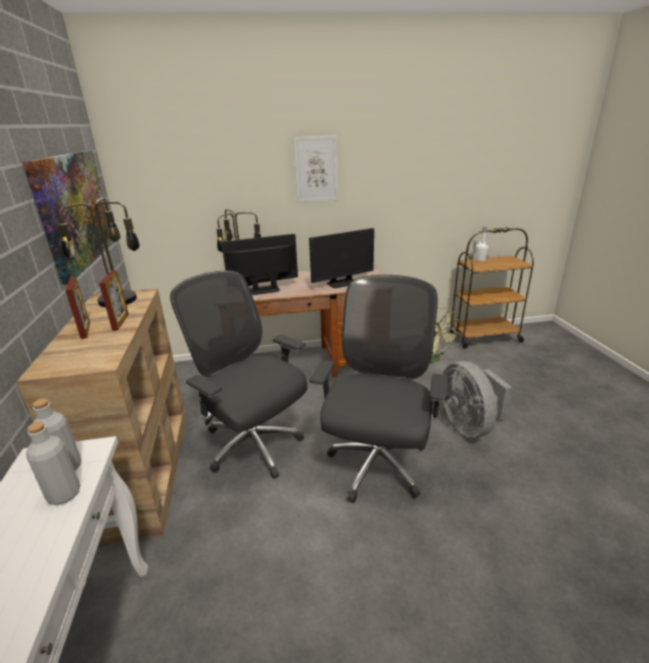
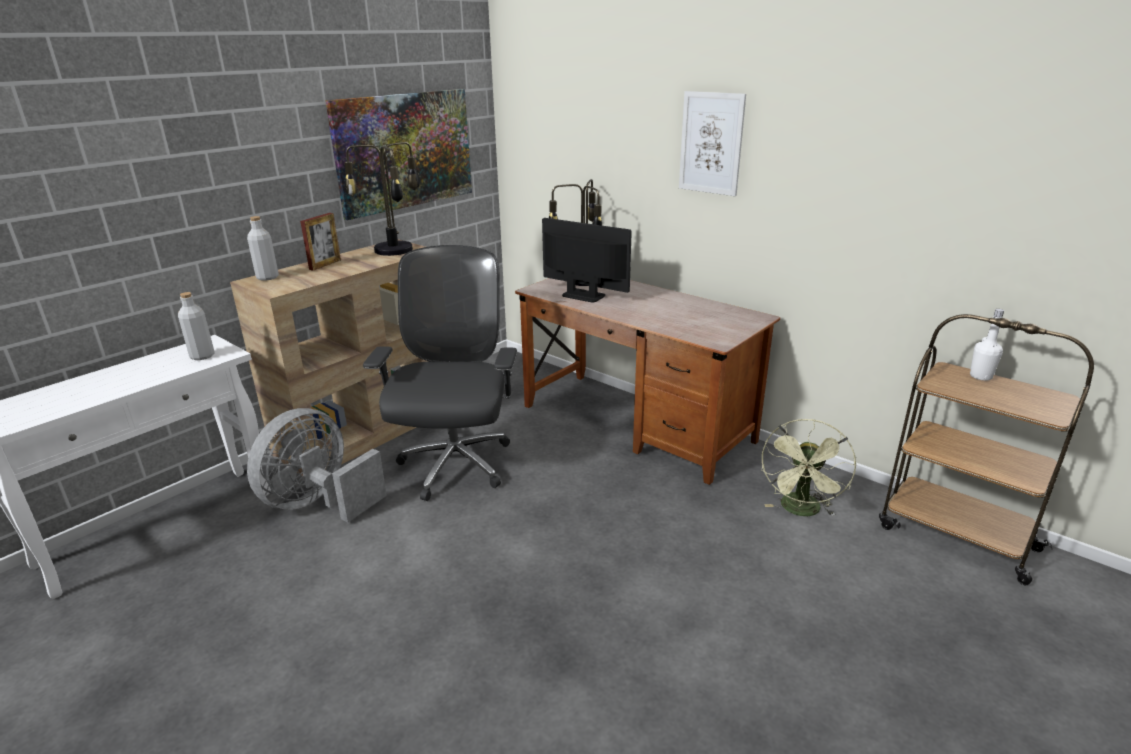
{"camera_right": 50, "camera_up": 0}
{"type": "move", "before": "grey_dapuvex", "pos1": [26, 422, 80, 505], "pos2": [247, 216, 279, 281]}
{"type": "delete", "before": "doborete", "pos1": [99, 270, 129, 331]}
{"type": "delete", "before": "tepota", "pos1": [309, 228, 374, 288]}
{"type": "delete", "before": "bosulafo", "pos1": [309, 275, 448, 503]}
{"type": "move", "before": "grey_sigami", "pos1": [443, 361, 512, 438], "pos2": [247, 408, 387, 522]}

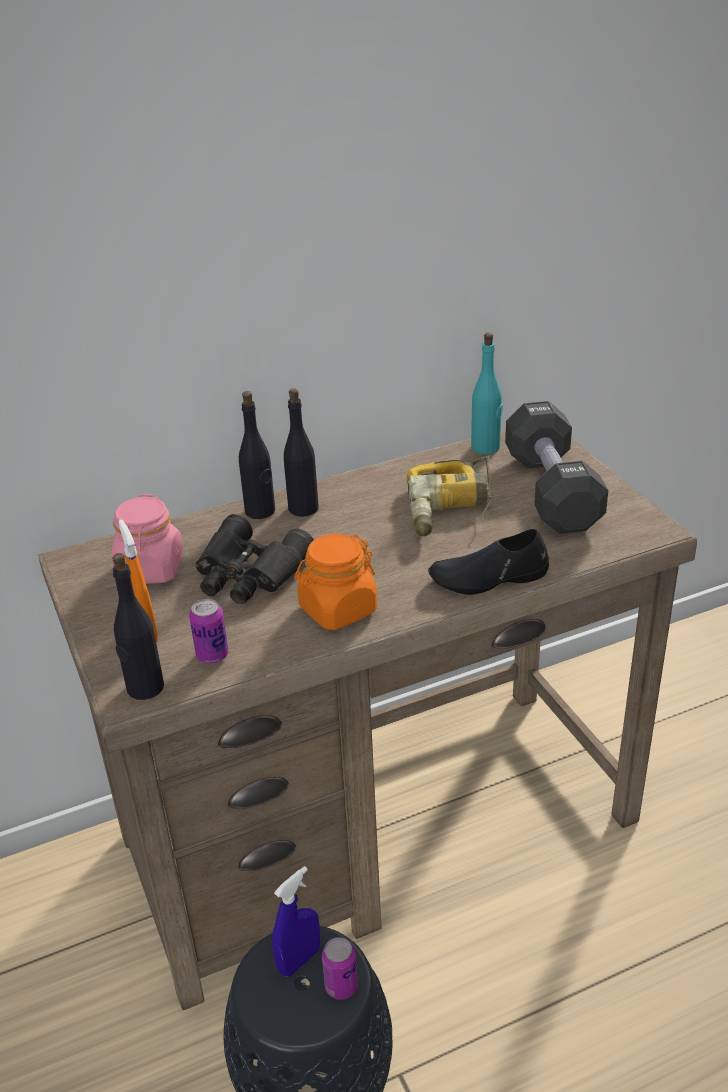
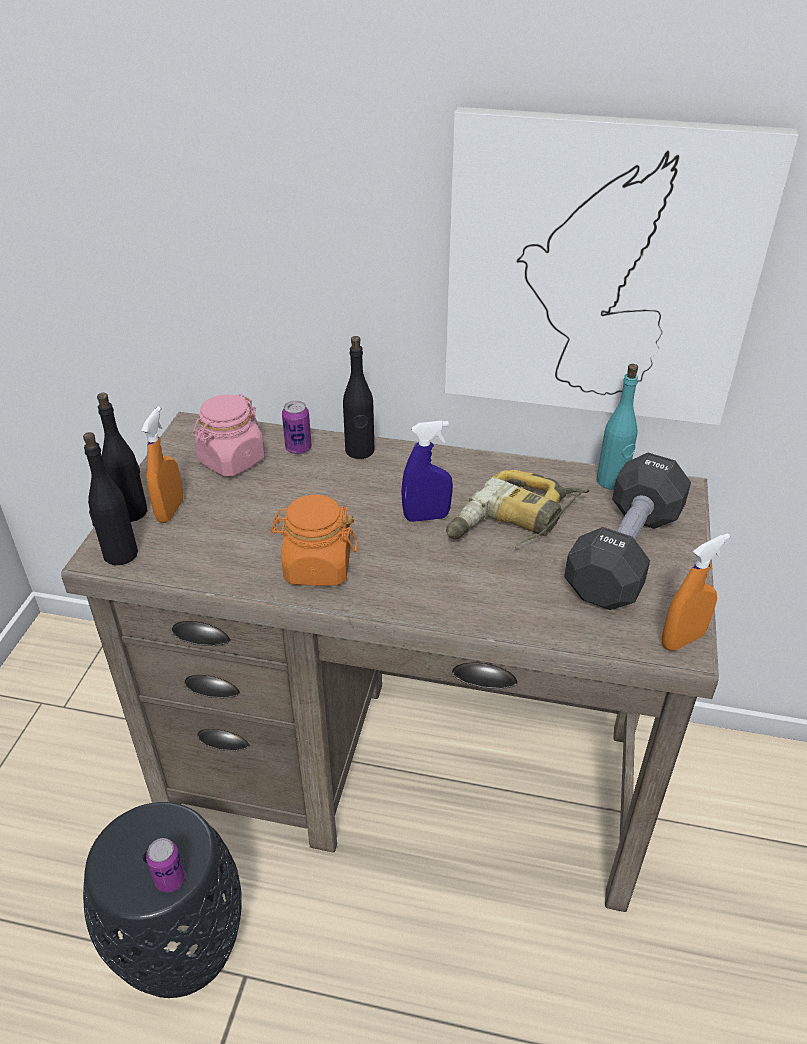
{"camera_right": 35, "camera_up": 5}
{"type": "move", "before": "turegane", "pos1": [189, 599, 229, 664], "pos2": [282, 401, 312, 454]}
{"type": "delete", "before": "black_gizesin", "pos1": [196, 514, 314, 604]}
{"type": "move", "before": "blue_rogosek", "pos1": [272, 866, 320, 976], "pos2": [401, 421, 453, 522]}
{"type": "move", "before": "black_dapuvex", "pos1": [284, 388, 319, 517], "pos2": [97, 393, 147, 522]}
{"type": "delete", "before": "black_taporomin", "pos1": [428, 529, 549, 595]}
{"type": "insert", "after": "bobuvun", "pos2": [445, 107, 798, 425]}
{"type": "insert", "after": "orange_rogosek", "pos2": [662, 533, 730, 651]}

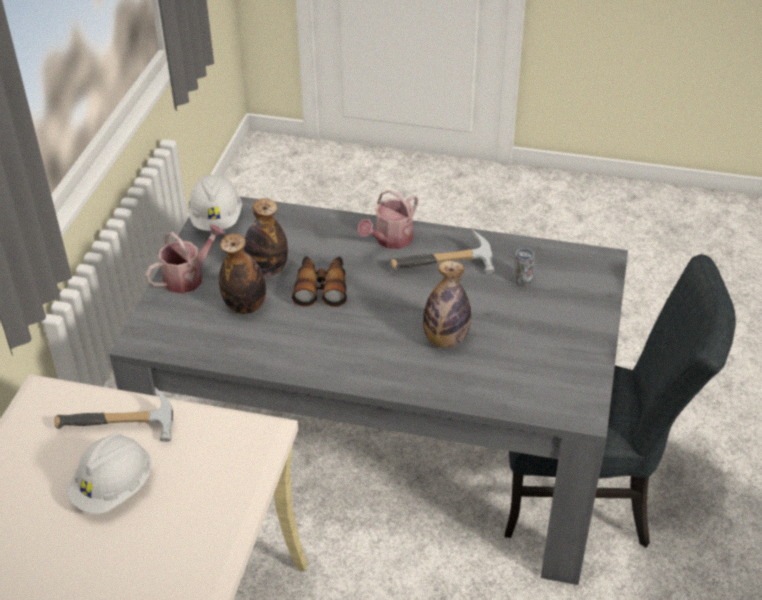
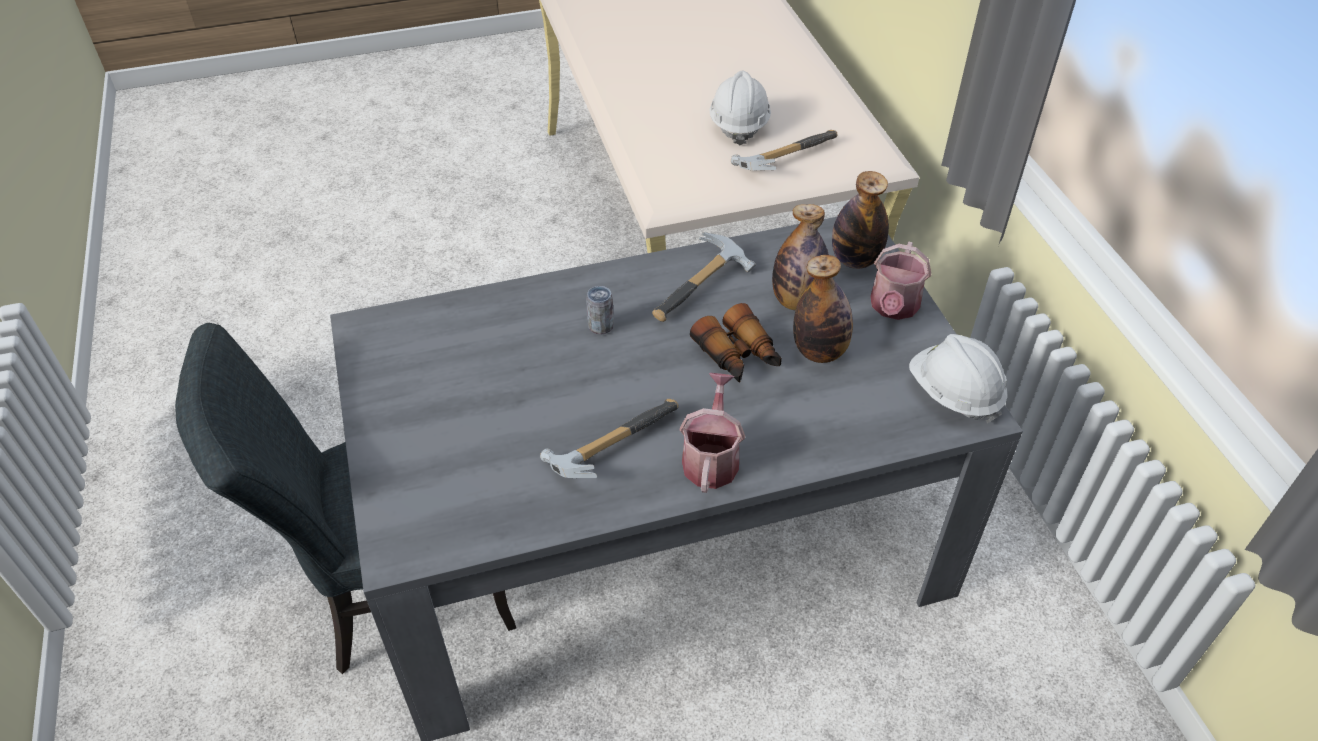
{"camera_right": 150, "camera_up": 5}
{"type": "move", "before": "dapuvex", "pos1": [423, 261, 471, 348], "pos2": [832, 171, 889, 269]}
{"type": "move", "before": "turegane", "pos1": [512, 248, 535, 286], "pos2": [586, 286, 614, 334]}
{"type": "insert", "after": "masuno", "pos2": [652, 232, 756, 322]}

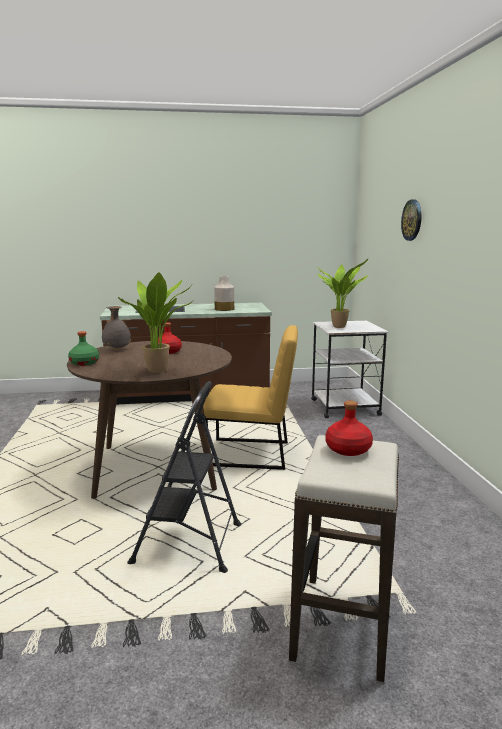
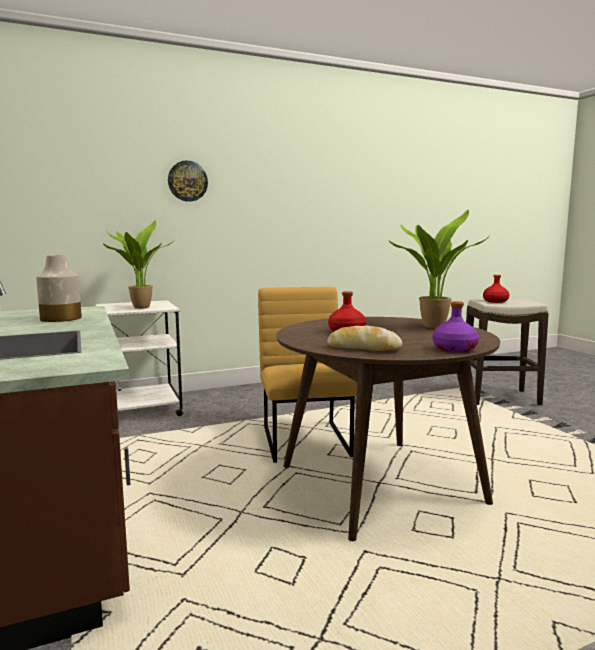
{"camera_right": -105, "camera_up": -5}
{"type": "recolor", "before": "green_dapuvex", "after": "purple_dapuvex", "pos1": [68, 331, 99, 366], "pos2": [433, 301, 479, 352]}
{"type": "replace", "before": "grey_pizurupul", "after": "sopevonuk", "pos1": [102, 306, 131, 351], "pos2": [328, 325, 402, 351]}
{"type": "delete", "before": "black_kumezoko", "pos1": [127, 381, 241, 573]}

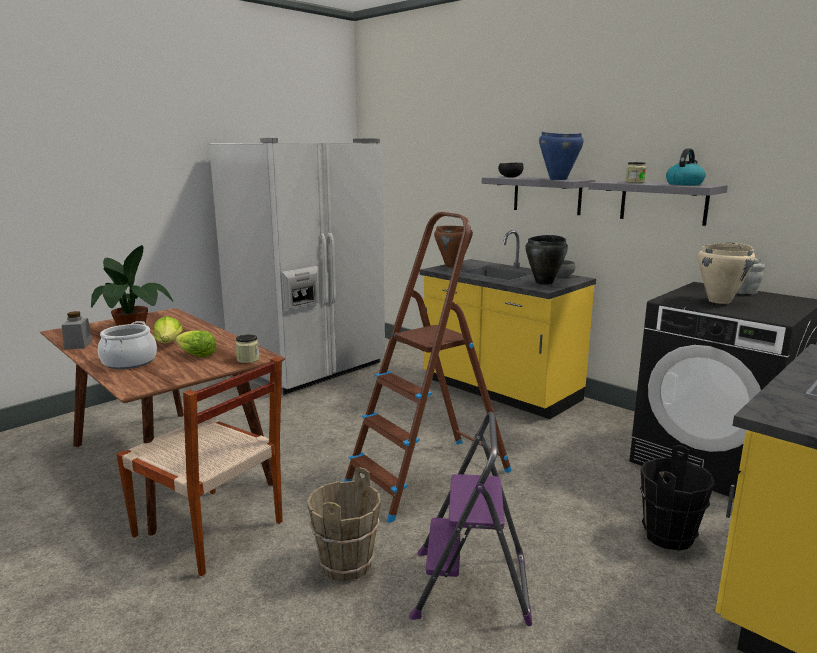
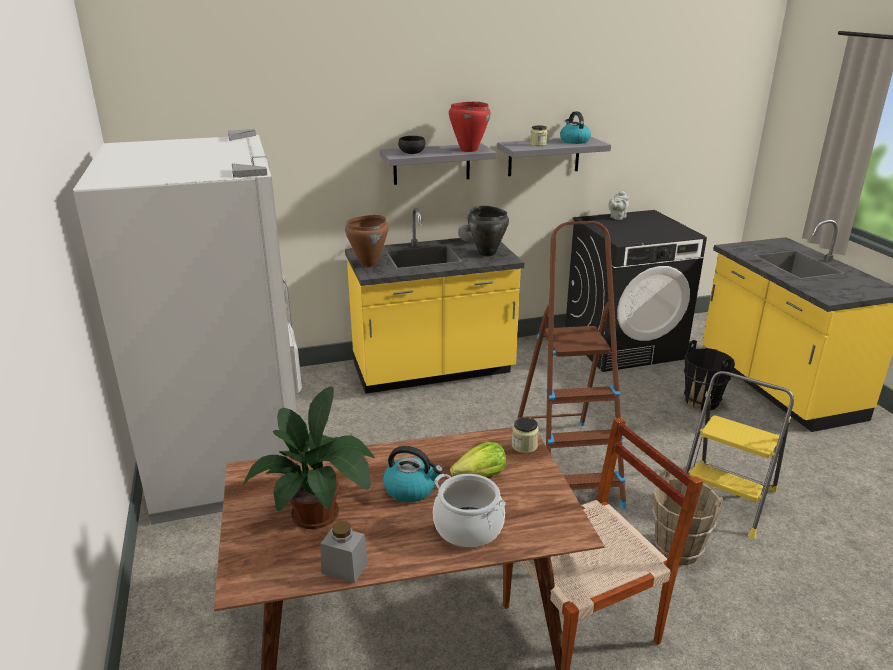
{"camera_right": -60, "camera_up": 10}
{"type": "replace", "before": "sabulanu", "after": "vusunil", "pos1": [154, 316, 183, 343], "pos2": [383, 446, 443, 502]}
{"type": "recolor", "before": "purple_kumezoko", "after": "yellow_kumezoko", "pos1": [409, 412, 532, 626], "pos2": [685, 371, 794, 539]}
{"type": "recolor", "before": "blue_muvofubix", "after": "red_muvofubix", "pos1": [539, 132, 584, 180], "pos2": [449, 102, 491, 152]}
{"type": "delete", "before": "beige_muvofubix", "pos1": [698, 243, 755, 304]}

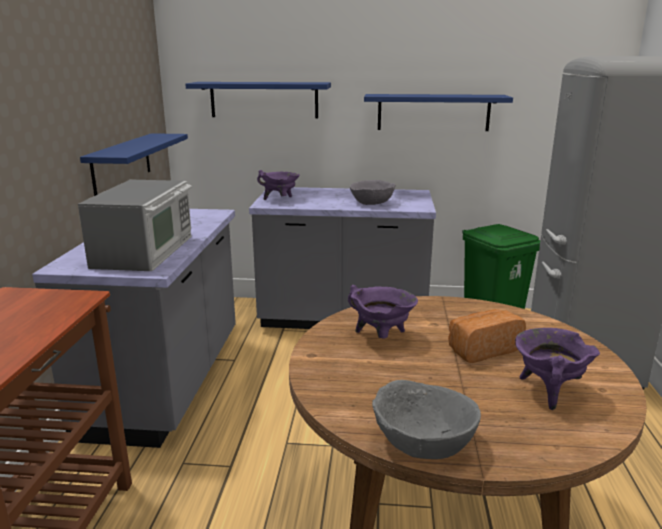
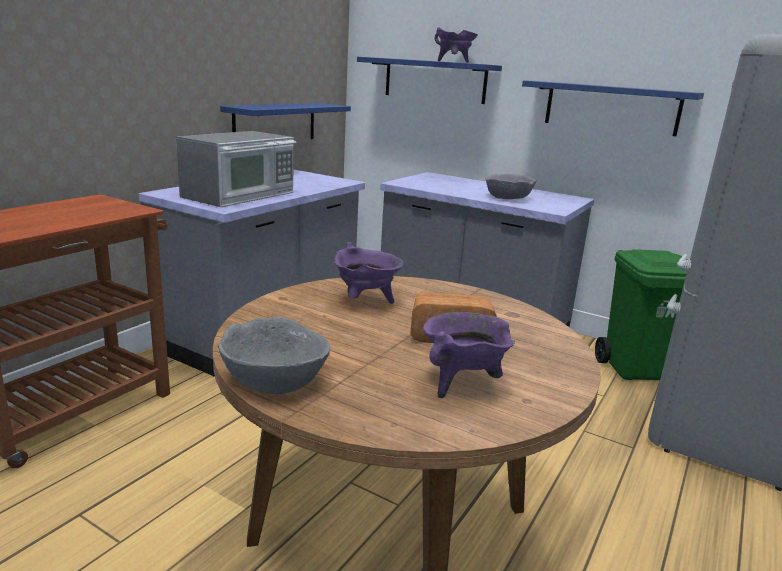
{"camera_right": 25, "camera_up": 0}
{"type": "move", "before": "purple_muvofubix", "pos1": [257, 170, 300, 200], "pos2": [435, 27, 478, 63]}

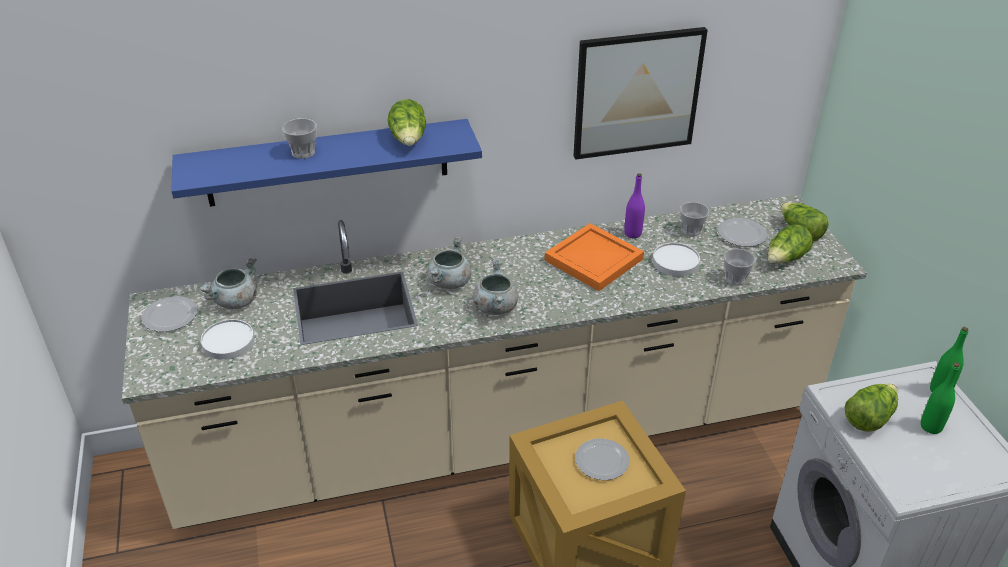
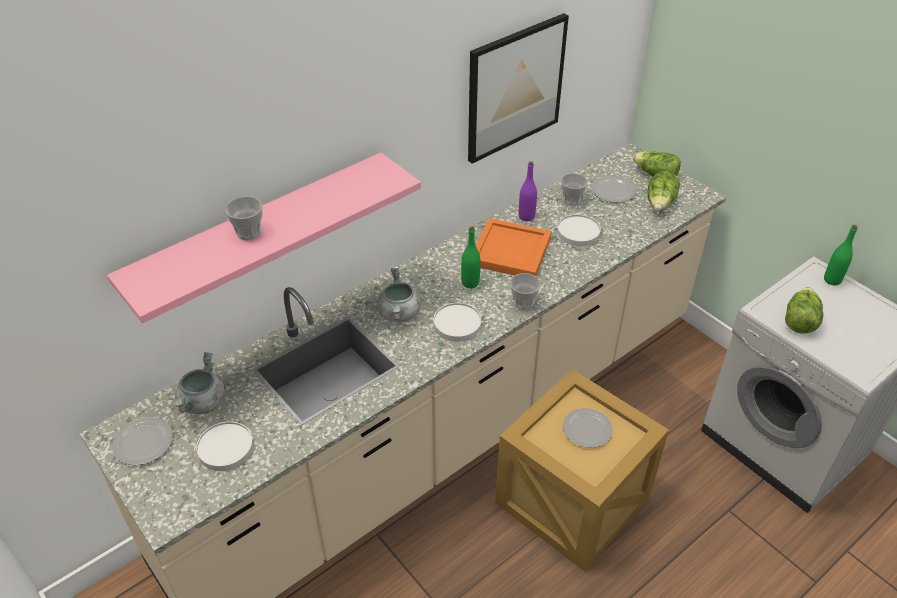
{"camera_right": -25, "camera_up": 5}
{"type": "recolor", "before": "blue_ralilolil", "after": "pink_ralilolil", "pos1": [171, 119, 482, 207], "pos2": [107, 153, 421, 323]}
{"type": "delete", "before": "sabulanu", "pos1": [388, 99, 426, 146]}
{"type": "replace", "before": "grey_muvofubix", "after": "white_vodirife", "pos1": [473, 259, 518, 315], "pos2": [434, 303, 481, 342]}
{"type": "move", "before": "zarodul", "pos1": [724, 249, 755, 286], "pos2": [510, 273, 541, 310]}
{"type": "move", "before": "green_dapuvex", "pos1": [921, 362, 960, 434], "pos2": [461, 226, 480, 288]}

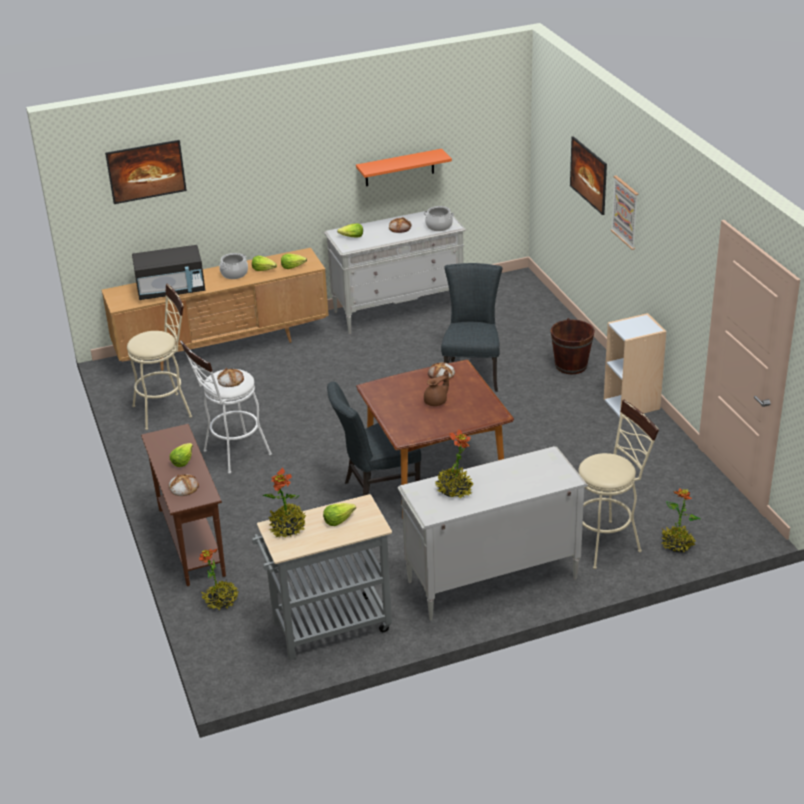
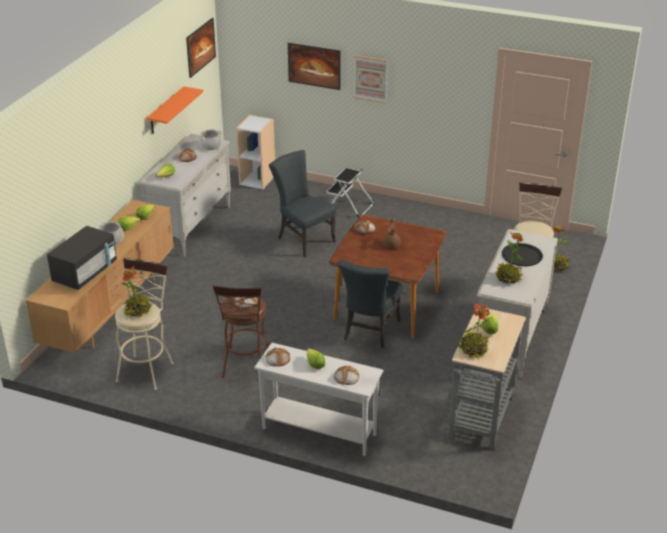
{"camera_right": -50, "camera_up": 0}
{"type": "move", "before": "bobuvun", "pos1": [105, 140, 187, 204], "pos2": [186, 18, 216, 78]}
{"type": "recolor", "before": "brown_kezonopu", "after": "white_kezonopu", "pos1": [141, 424, 226, 587], "pos2": [254, 343, 383, 456]}
{"type": "recolor", "before": "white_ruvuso", "after": "brown_ruvuso", "pos1": [180, 341, 272, 474], "pos2": [213, 285, 269, 378]}
{"type": "move", "before": "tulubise", "pos1": [199, 548, 238, 610], "pos2": [121, 266, 152, 317]}
{"type": "replace", "before": "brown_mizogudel", "after": "kumezoko", "pos1": [551, 318, 595, 374], "pos2": [327, 168, 376, 219]}
{"type": "move", "before": "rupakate", "pos1": [604, 313, 667, 419], "pos2": [236, 115, 275, 189]}
{"type": "insert", "after": "sopevonuk", "pos2": [266, 347, 290, 367]}
{"type": "insert", "after": "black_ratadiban", "pos2": [502, 243, 543, 266]}

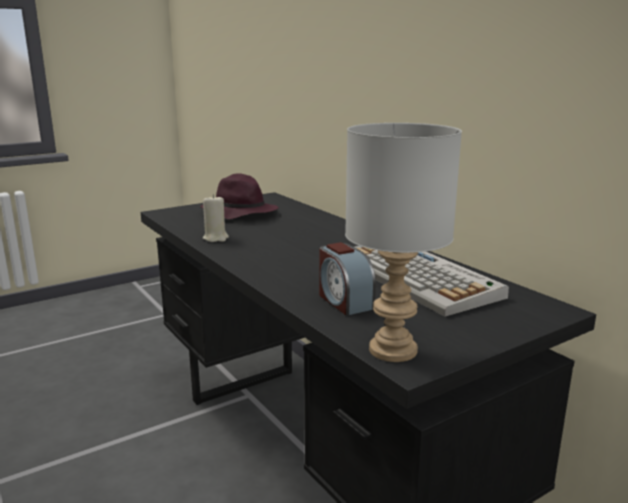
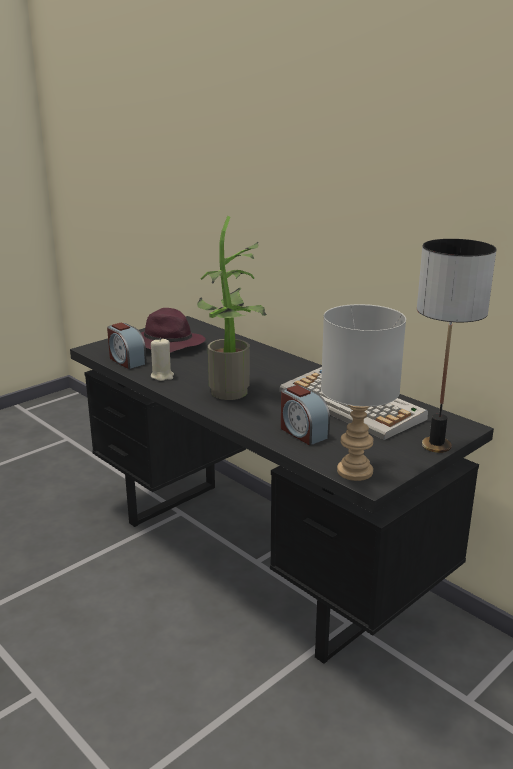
{"camera_right": -10, "camera_up": 5}
{"type": "insert", "after": "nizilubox", "pos2": [107, 323, 147, 369]}
{"type": "insert", "after": "tulubise", "pos2": [197, 216, 267, 400]}
{"type": "insert", "after": "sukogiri", "pos2": [417, 239, 497, 453]}

